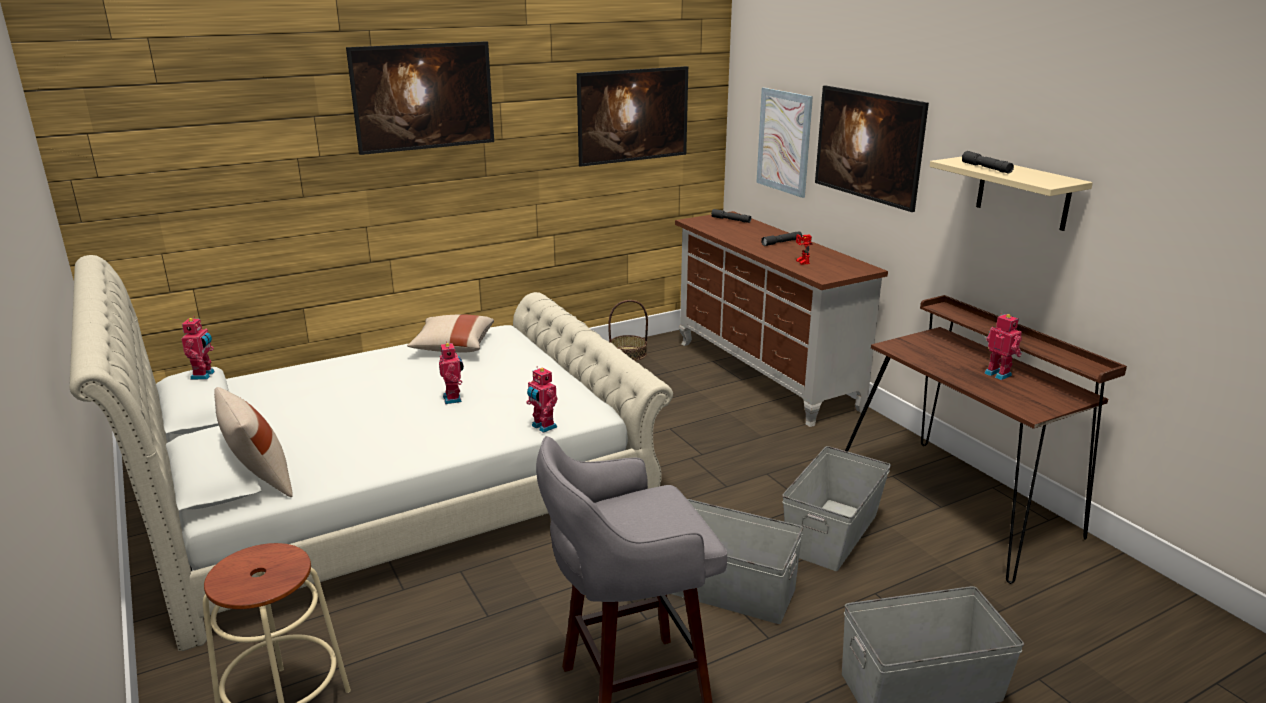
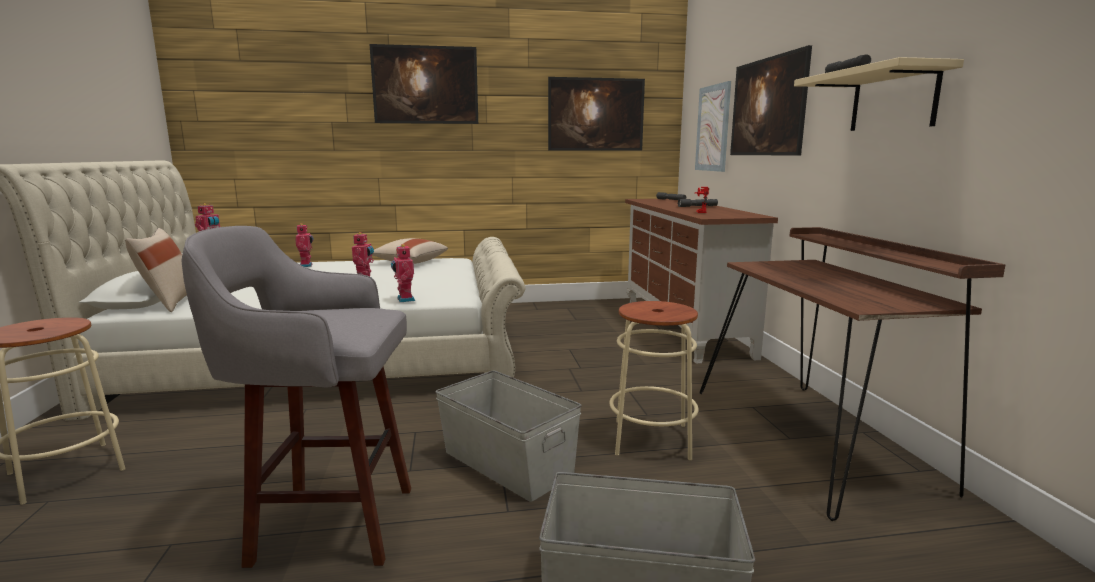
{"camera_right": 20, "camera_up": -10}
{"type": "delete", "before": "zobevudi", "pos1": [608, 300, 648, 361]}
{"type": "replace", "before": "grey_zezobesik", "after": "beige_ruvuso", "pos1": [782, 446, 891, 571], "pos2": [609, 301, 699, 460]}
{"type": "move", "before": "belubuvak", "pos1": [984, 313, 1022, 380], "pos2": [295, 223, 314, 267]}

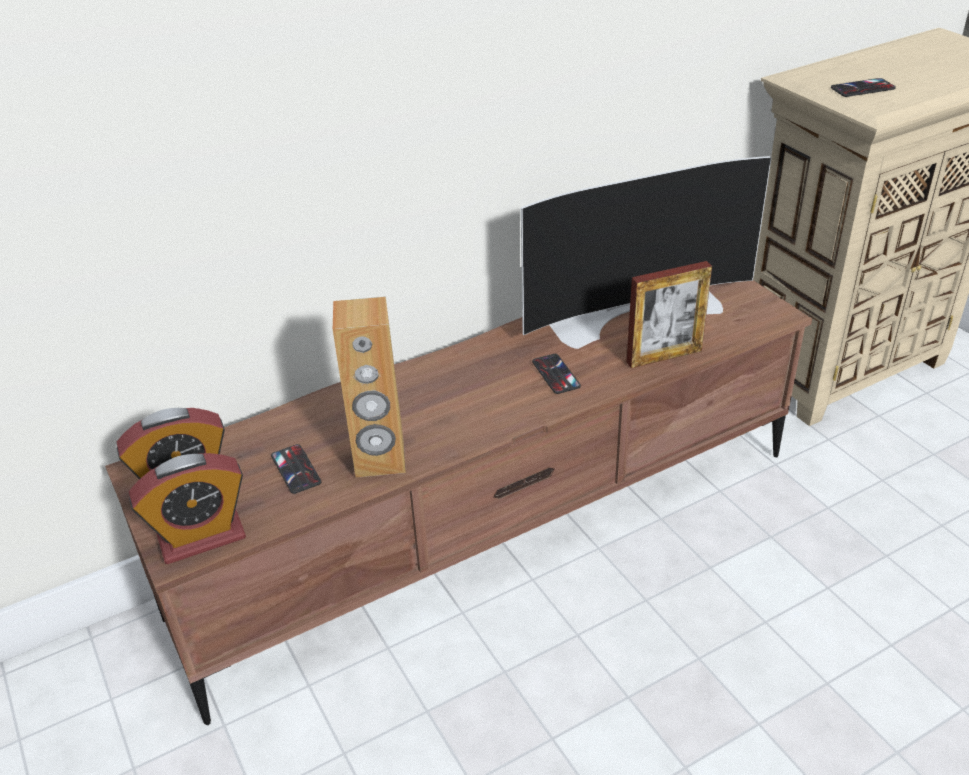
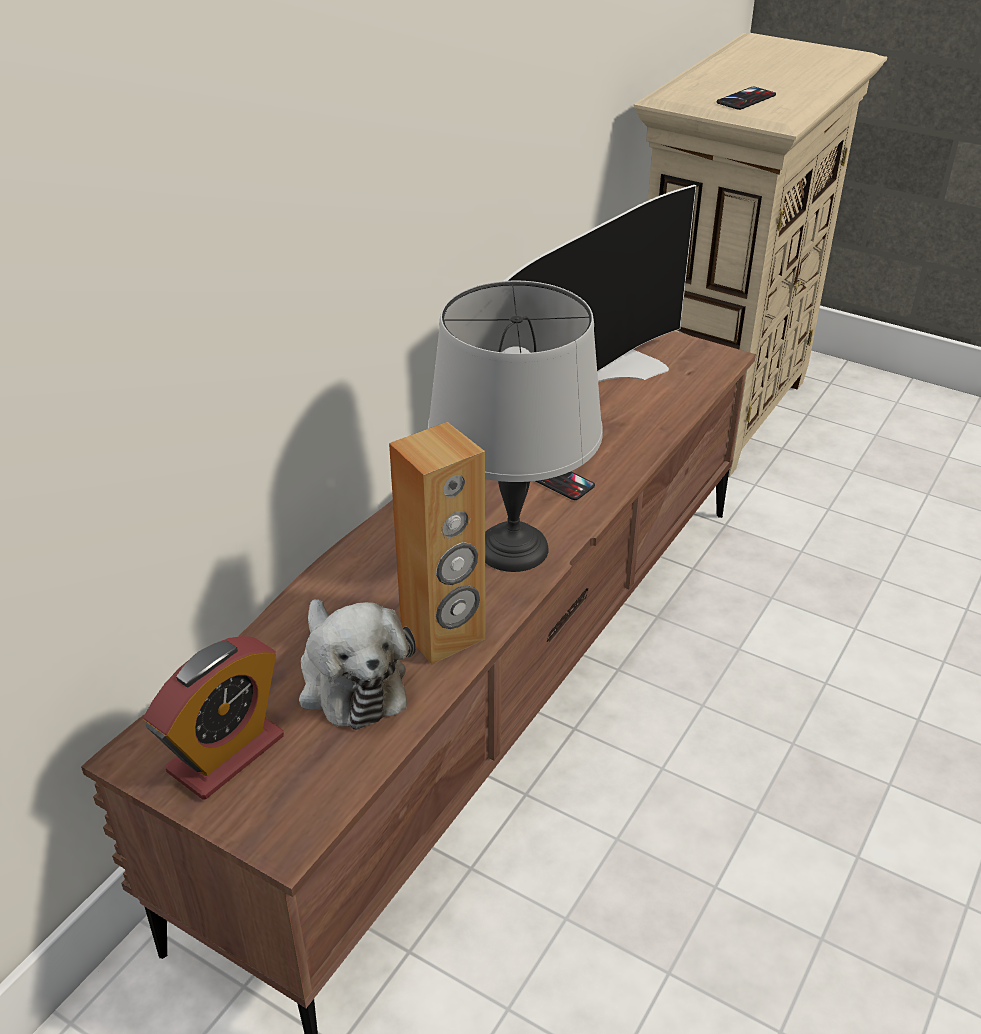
{"camera_right": -30, "camera_up": 0}
{"type": "delete", "before": "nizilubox", "pos1": [129, 453, 246, 564]}
{"type": "replace", "before": "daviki", "after": "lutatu", "pos1": [271, 444, 321, 494], "pos2": [299, 599, 416, 730]}
{"type": "delete", "before": "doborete", "pos1": [627, 261, 712, 368]}
{"type": "insert", "after": "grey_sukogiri", "pos2": [428, 281, 603, 572]}

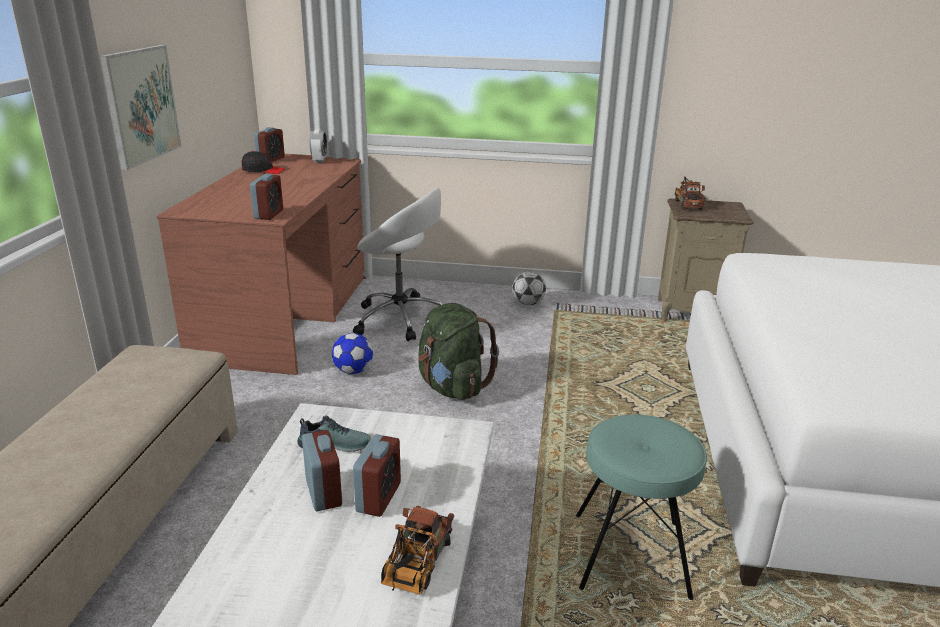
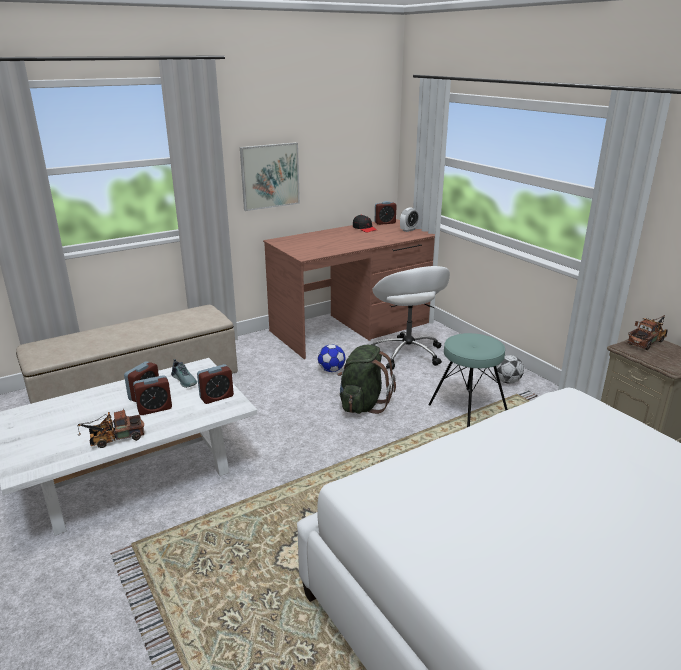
{"camera_right": 50, "camera_up": 0}
{"type": "move", "before": "nizilubox", "pos1": [250, 174, 283, 220], "pos2": [197, 364, 234, 404]}
{"type": "move", "before": "turquoise_ruvuso", "pos1": [576, 414, 707, 600], "pos2": [428, 333, 508, 427]}

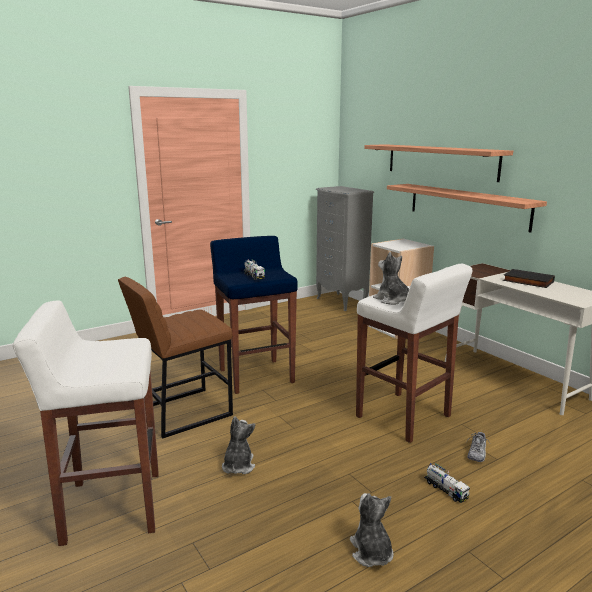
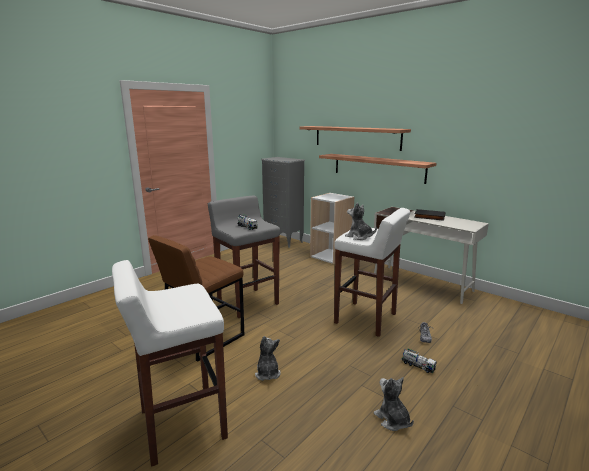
{"camera_right": -15, "camera_up": 0}
{"type": "recolor", "before": "blue_ruvuso", "after": "grey_ruvuso", "pos1": [210, 236, 298, 394], "pos2": [208, 196, 280, 318]}

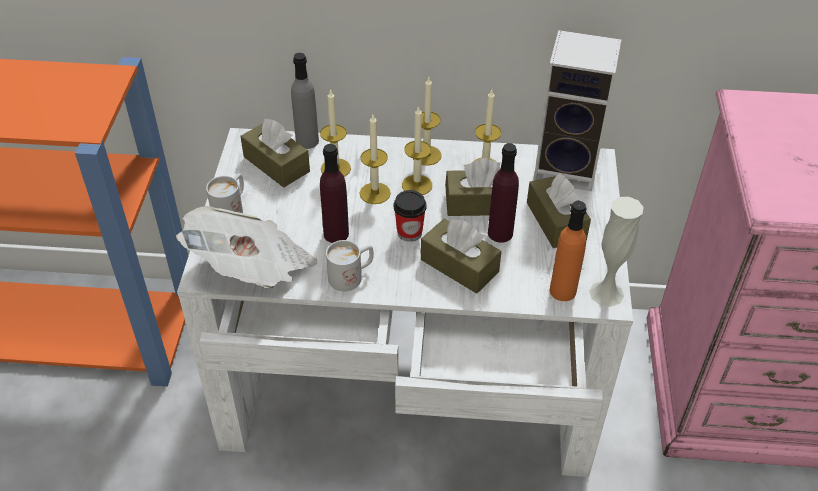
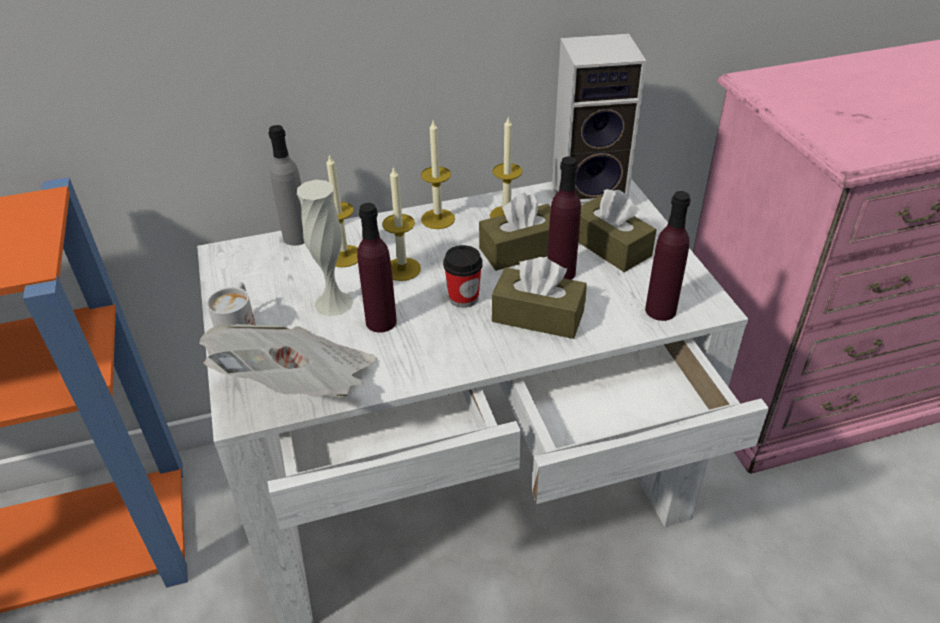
{"camera_right": -20, "camera_up": -5}
{"type": "delete", "before": "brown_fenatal", "pos1": [240, 119, 310, 187]}
{"type": "delete", "before": "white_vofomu", "pos1": [326, 240, 374, 291]}
{"type": "delete", "before": "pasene", "pos1": [402, 106, 432, 195]}
{"type": "recolor", "before": "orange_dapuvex", "after": "purple_dapuvex", "pos1": [550, 201, 587, 301], "pos2": [645, 191, 690, 321]}
{"type": "move", "before": "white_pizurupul", "pos1": [589, 197, 644, 307], "pos2": [297, 180, 354, 316]}

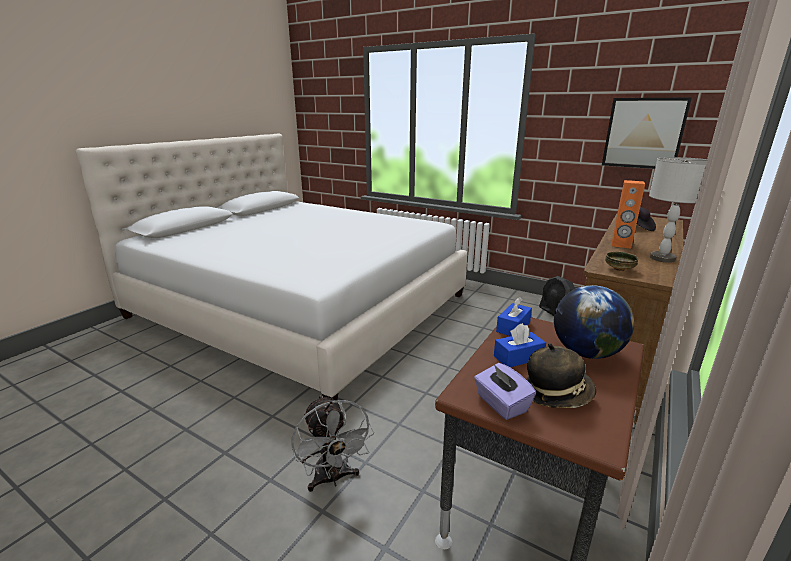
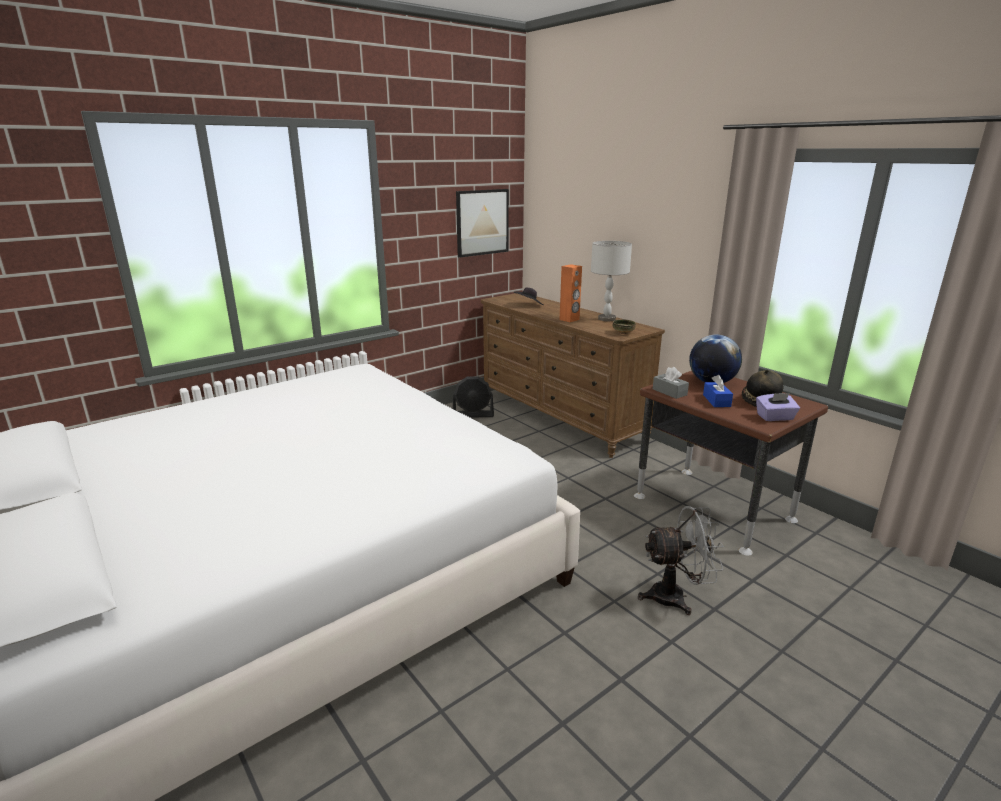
{"camera_right": -70, "camera_up": 0}
{"type": "recolor", "before": "blue_fenatal", "after": "grey_fenatal", "pos1": [496, 297, 532, 336], "pos2": [653, 367, 689, 399]}

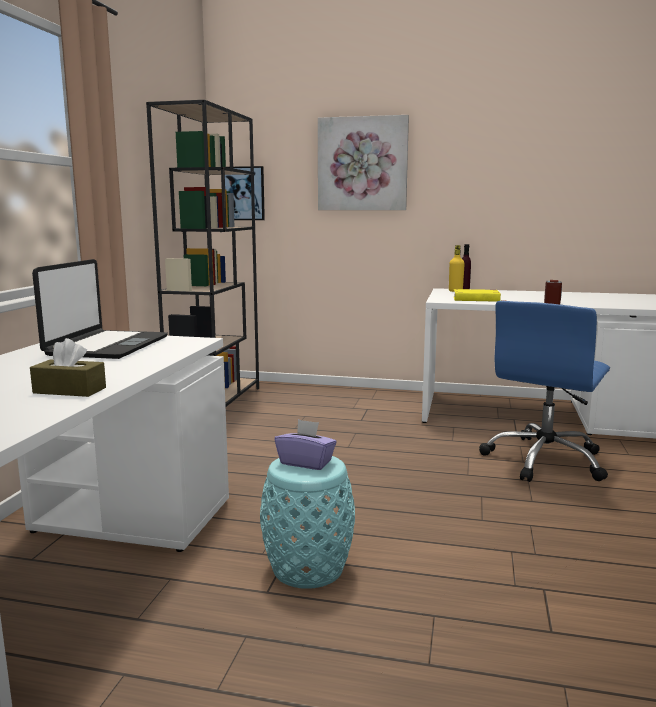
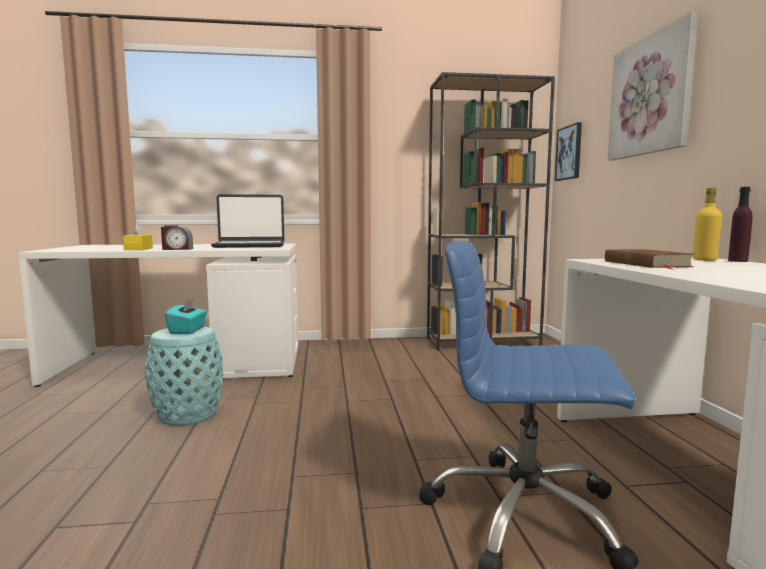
{"camera_right": 70, "camera_up": -5}
{"type": "recolor", "before": "brown_fenatal", "after": "yellow_fenatal", "pos1": [30, 338, 106, 397], "pos2": [123, 221, 153, 250]}
{"type": "recolor", "before": "purple_fenatal", "after": "turquoise_fenatal", "pos1": [275, 419, 337, 470], "pos2": [165, 298, 207, 334]}
{"type": "recolor", "before": "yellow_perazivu", "after": "brown_perazivu", "pos1": [454, 289, 505, 302], "pos2": [605, 249, 694, 269]}
{"type": "move", "before": "nizilubox", "pos1": [544, 280, 562, 304], "pos2": [161, 225, 193, 250]}

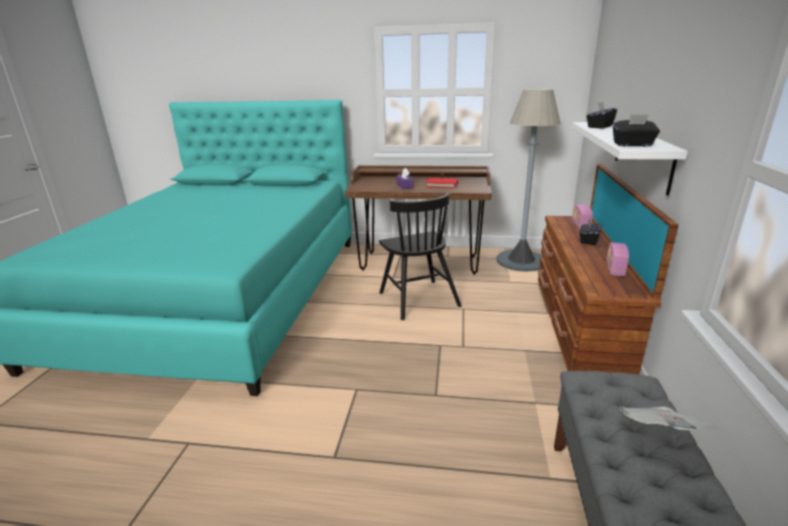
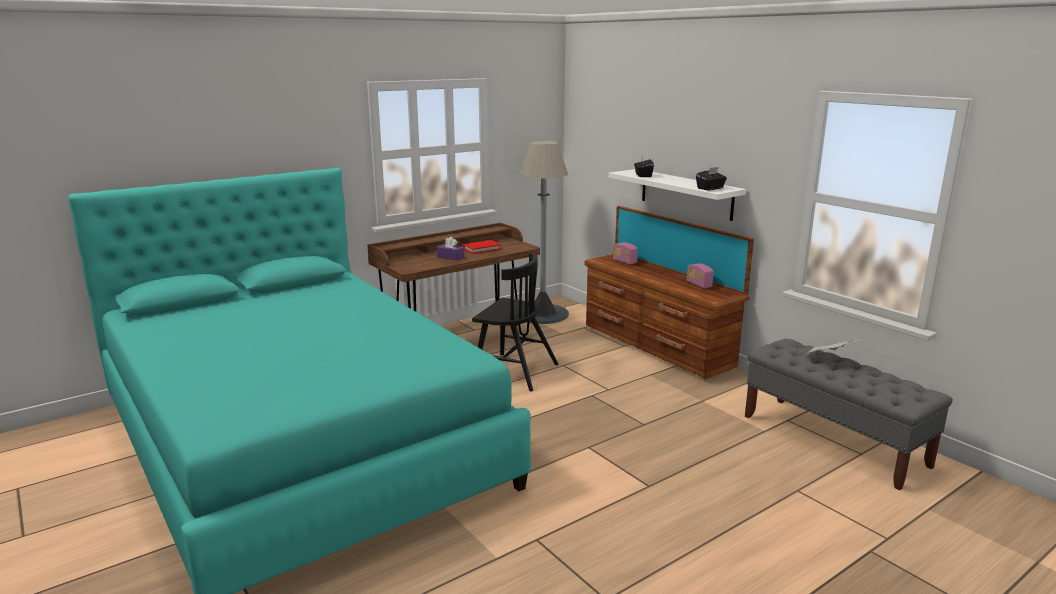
{"camera_right": -45, "camera_up": -5}
{"type": "delete", "before": "black_fenatal", "pos1": [579, 218, 601, 245]}

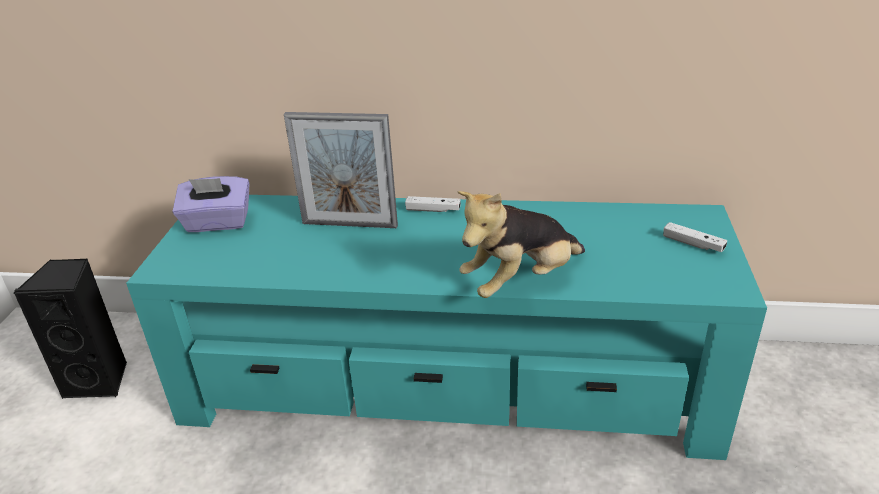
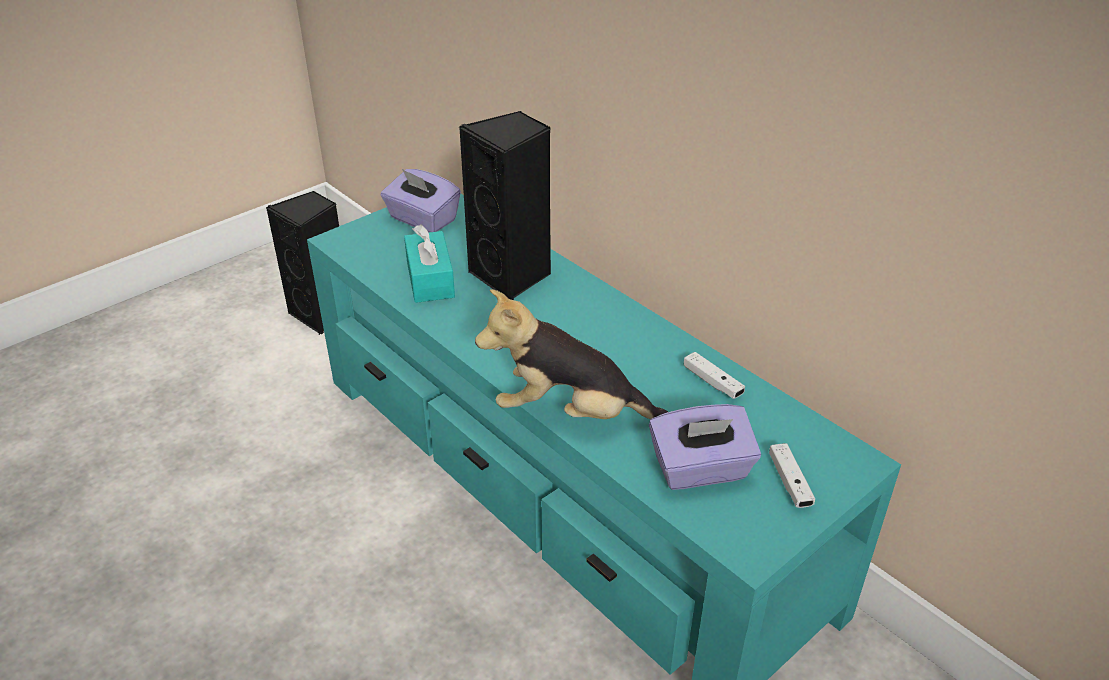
{"camera_right": 40, "camera_up": 5}
{"type": "replace", "before": "doborete", "after": "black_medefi", "pos1": [284, 112, 398, 228], "pos2": [459, 111, 551, 300]}
{"type": "move", "before": "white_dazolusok", "pos1": [405, 196, 461, 212], "pos2": [684, 352, 745, 399]}
{"type": "insert", "after": "turquoise_fenatal", "pos2": [404, 225, 455, 303]}
{"type": "insert", "after": "purple_fenatal", "pos2": [649, 404, 761, 490]}

